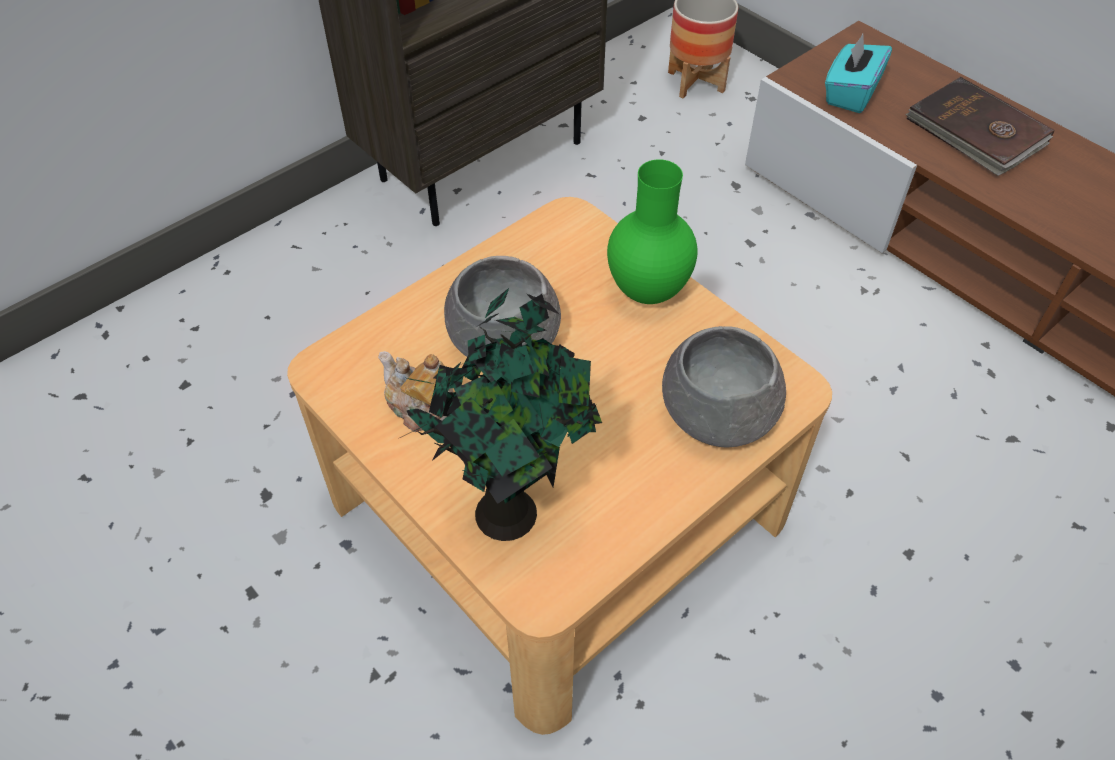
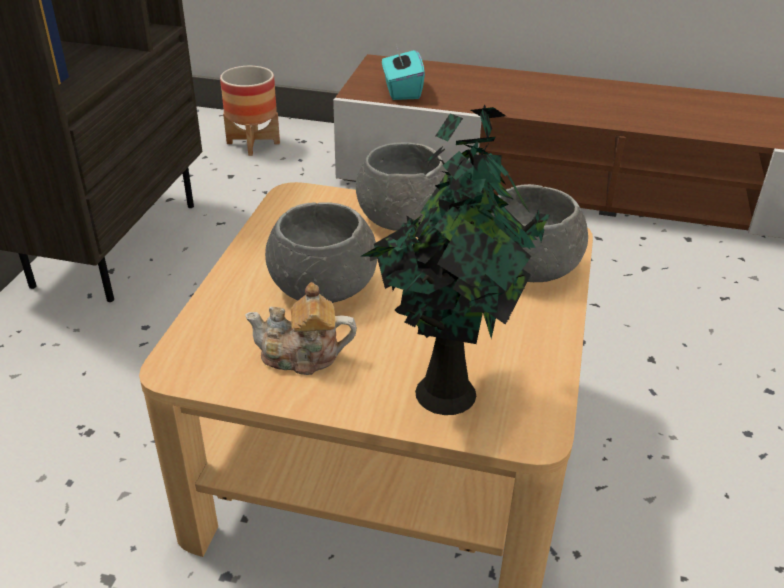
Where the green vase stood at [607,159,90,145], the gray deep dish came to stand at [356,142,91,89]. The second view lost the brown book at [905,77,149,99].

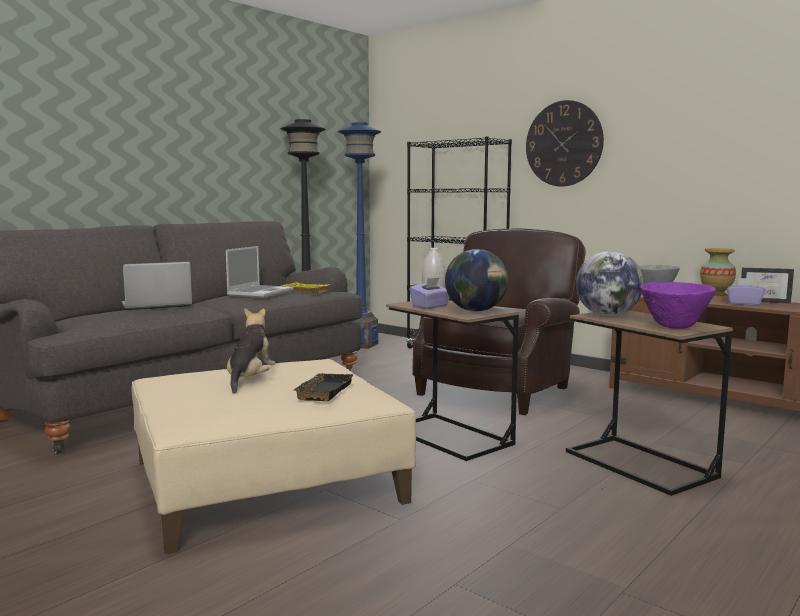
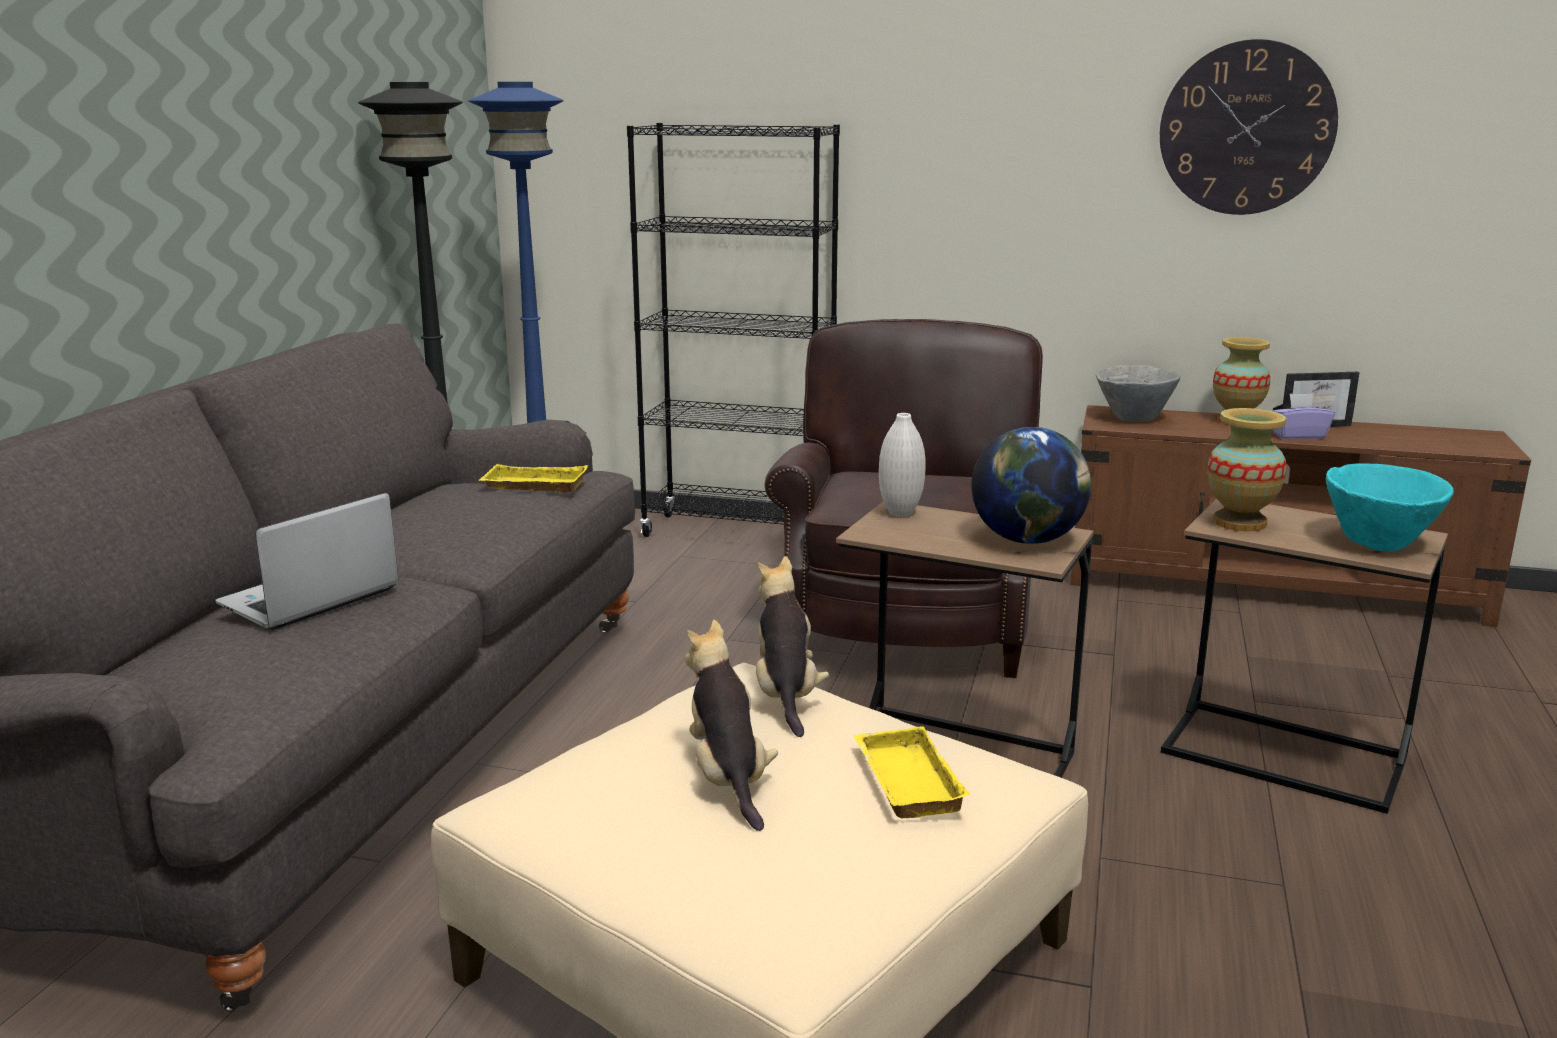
The second view gained the soft toy at [756,556,73,181]. What was the black-coloured carrying tray at [294,373,60,28] turned into the yellow-coloured carrying tray at [854,726,117,92]. The clock on the wall ended up elsewhere, having gone from [526,100,78,86] to [1160,39,178,176]. Where the globe stood at [576,251,68,65], the vase came to stand at [1207,408,80,124]. What was the purple deep dish at [640,282,76,47] turned into the blue-green deep dish at [1326,463,128,88]. The second view lost the portable computer at [226,246,67,52]. The second view lost the purple tissue holder at [409,277,40,32].

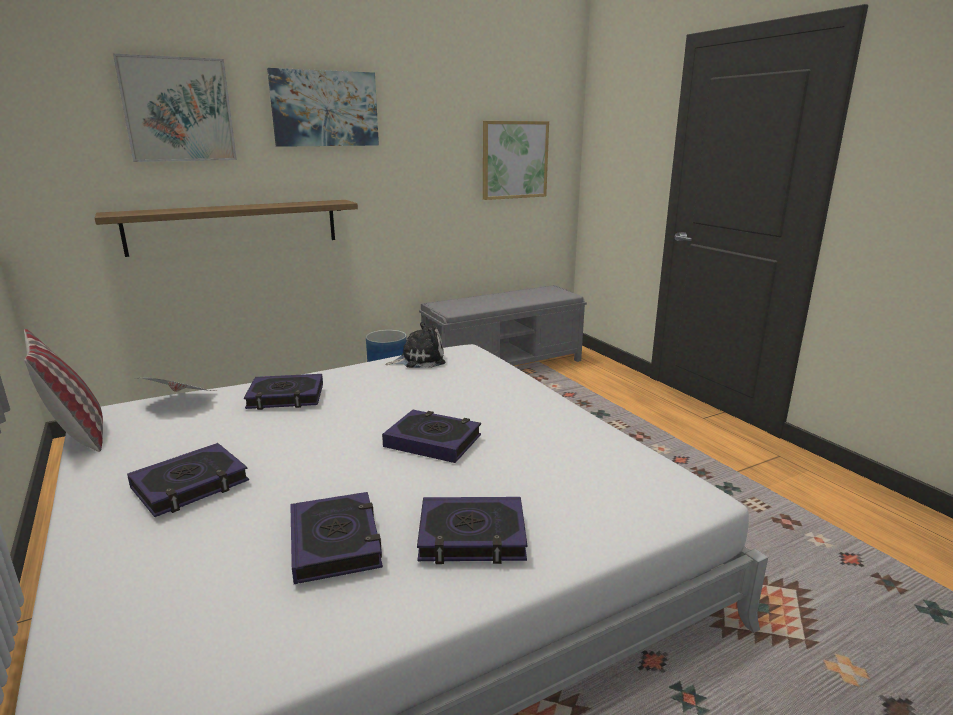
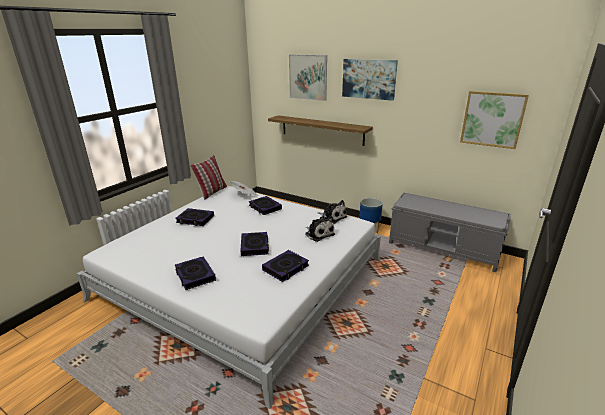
The book ended up elsewhere, having gone from [290,492,93,92] to [262,250,47,32]. The second view gained the soft toy at [305,216,30,26].

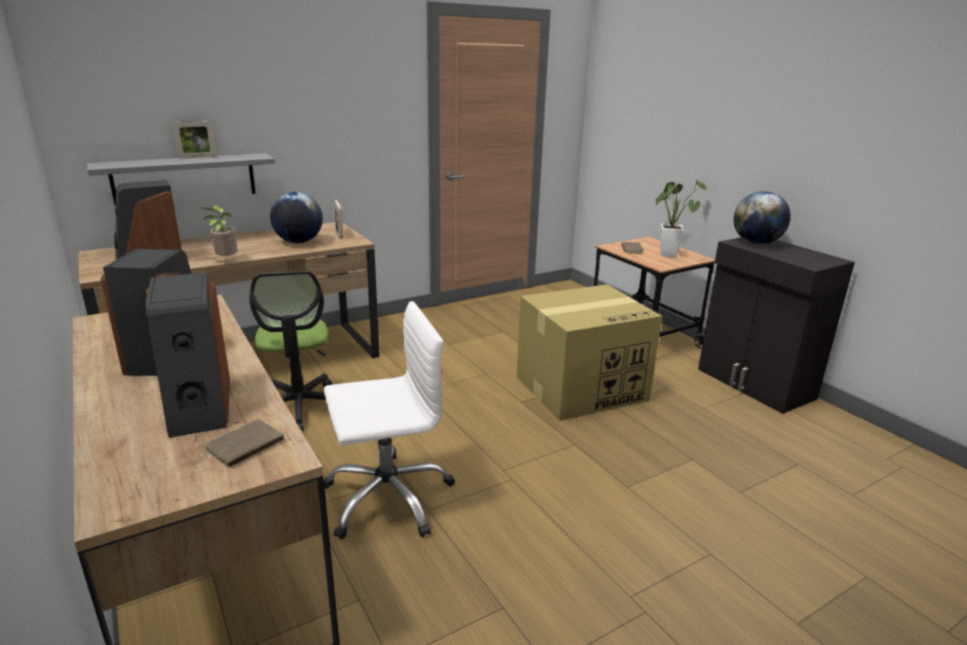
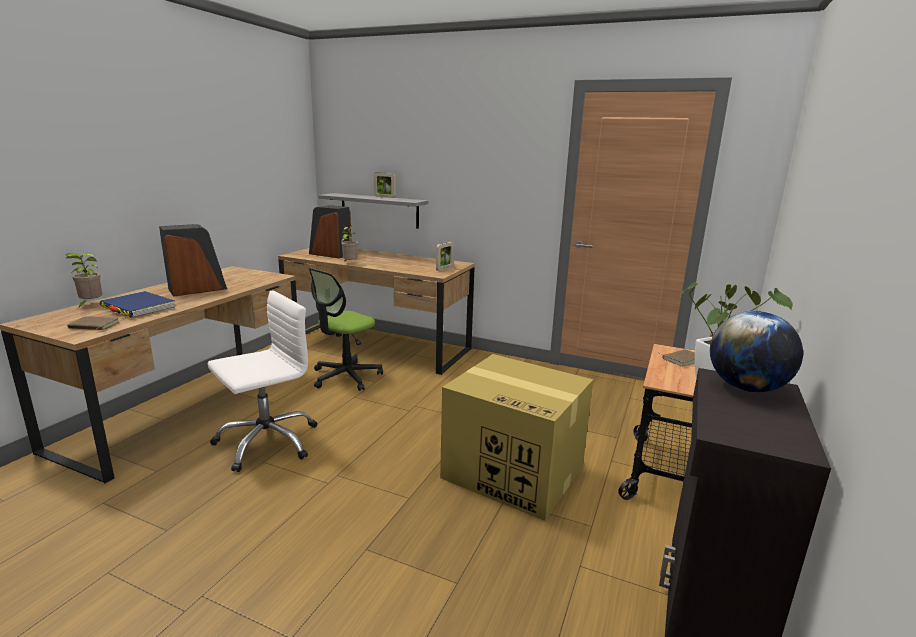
The second view gained the plant in a pot at [65,253,37,54]. Where the loudspeaker stood at [146,272,84,166], the blue book came to stand at [100,291,75,27]. The white office chair at [324,301,131,238] ended up facing another way, 75 degrees counterclockwise from before. The second view lost the globe at [270,192,53,51].

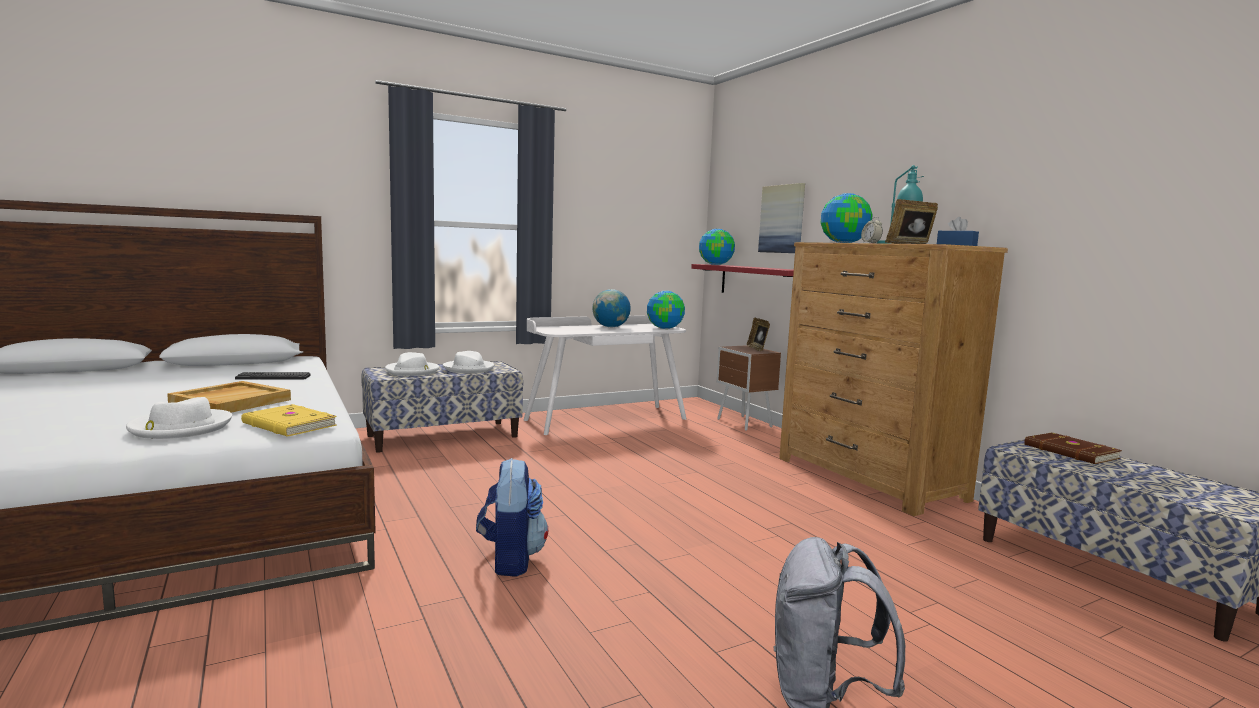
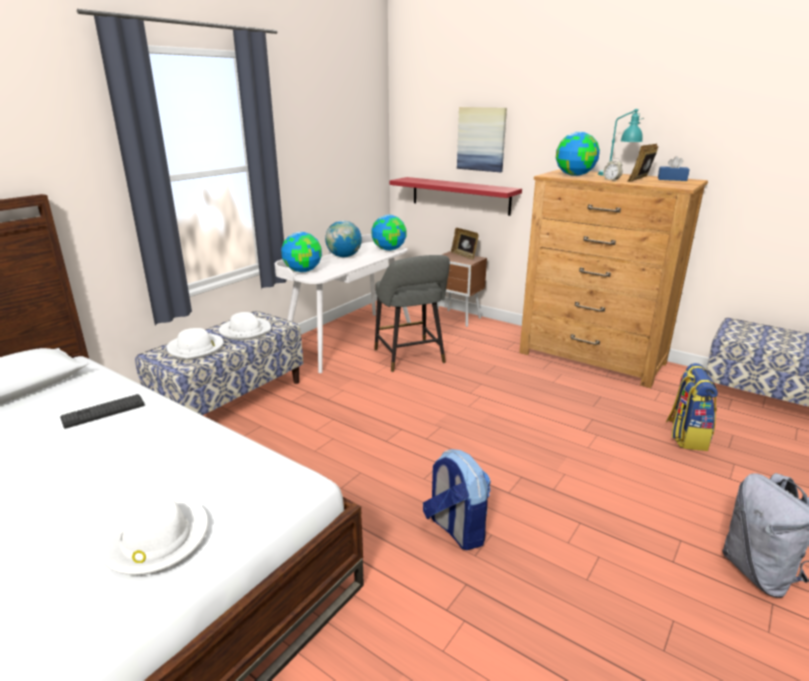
The globe ended up elsewhere, having gone from [699,229,36,36] to [281,232,41,40]. The second view gained the gray stool at [374,255,76,117]. The second view gained the knapsack at [666,363,52,88]. The second view lost the sand-coloured carrying tray at [167,381,124,32]. The second view lost the yellow-coloured book at [241,404,96,33]. The second view lost the brown book at [1024,433,98,31].

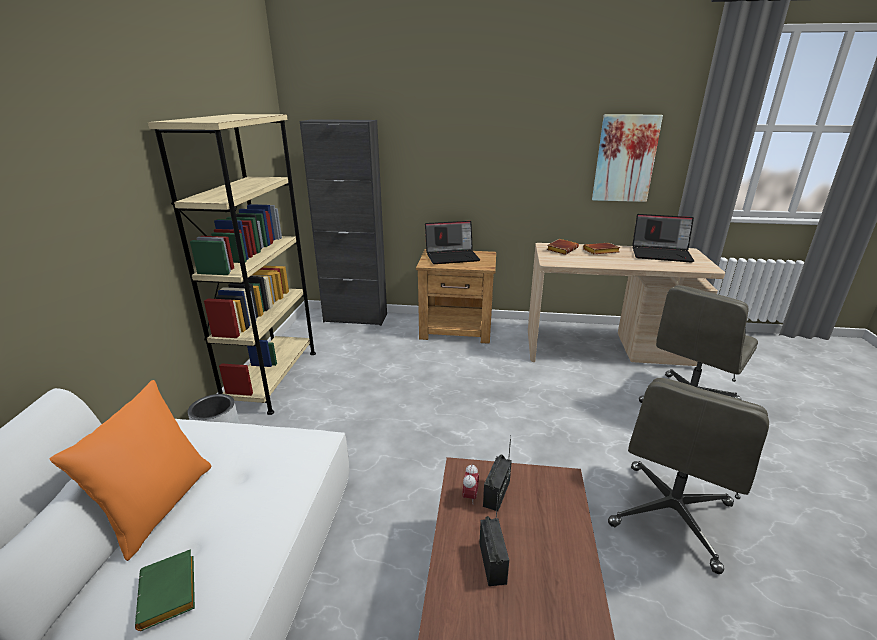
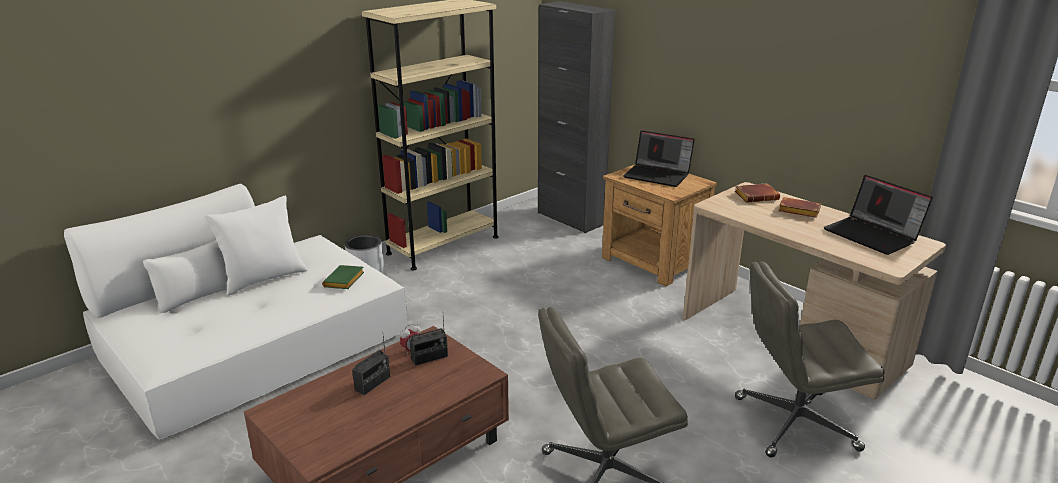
What was the orange pillow at [50,380,161,181] turned into the white pillow at [205,196,102,100]. The green book ended up elsewhere, having gone from [135,549,60,82] to [322,265,42,24]. The second view lost the wall picture at [592,114,71,88].

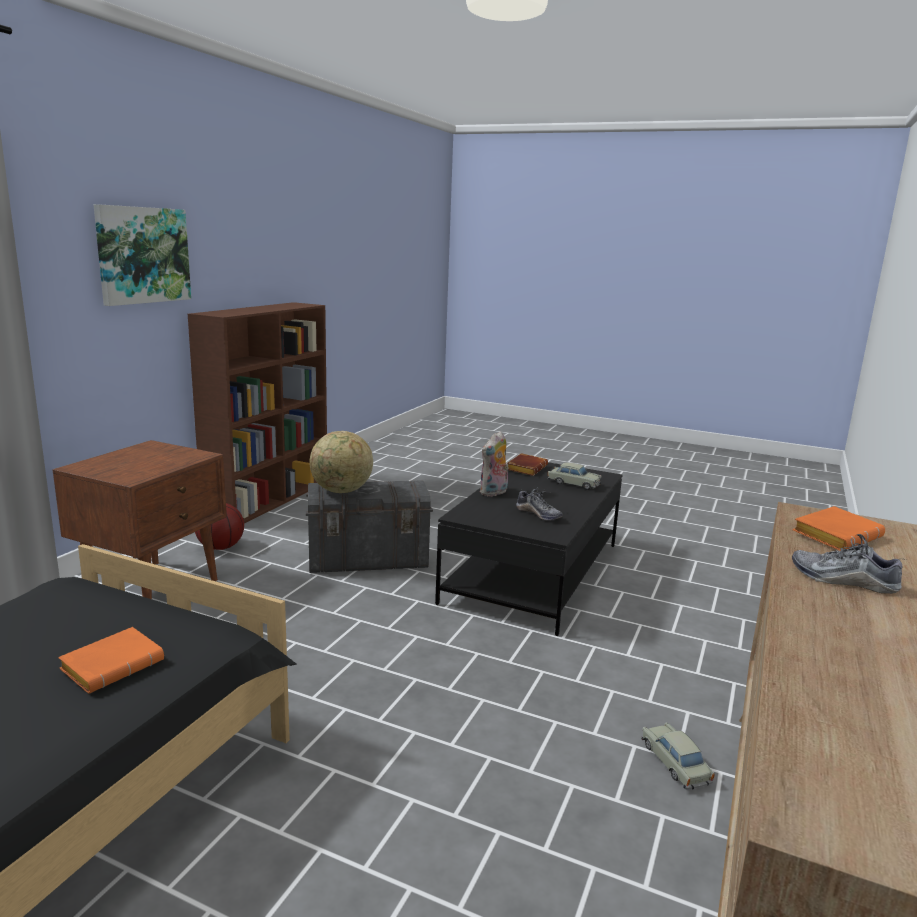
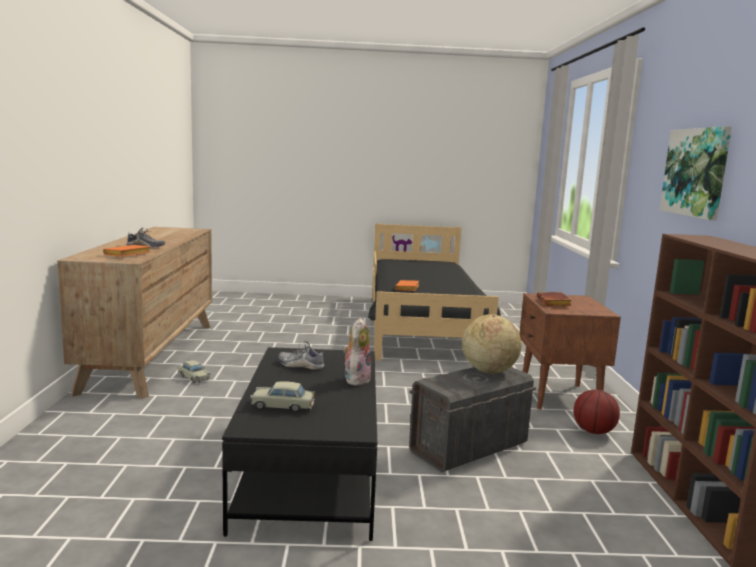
The brown book ended up elsewhere, having gone from [507,453,41,23] to [537,292,35,14].

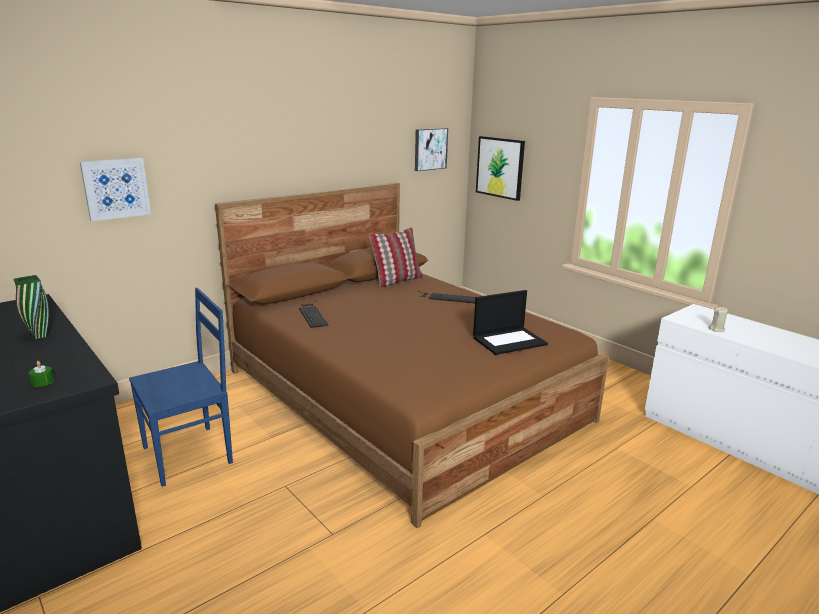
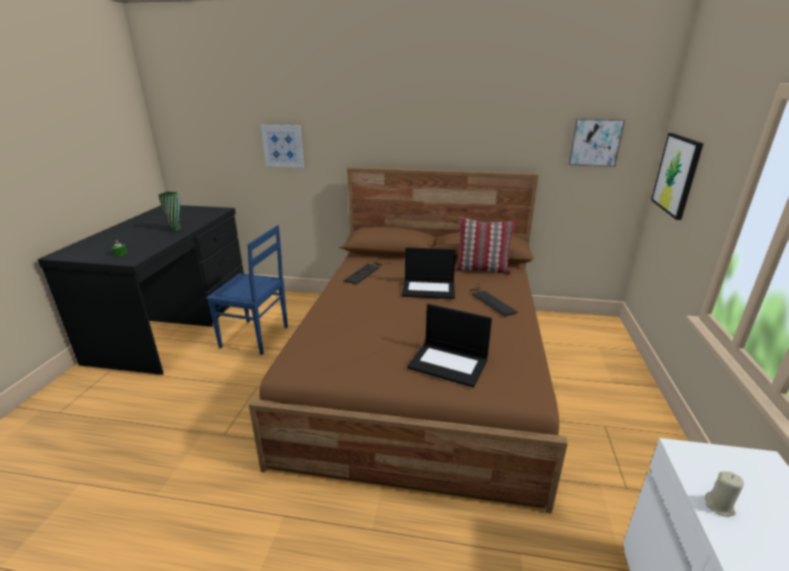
The second view gained the portable computer at [402,247,54,52].

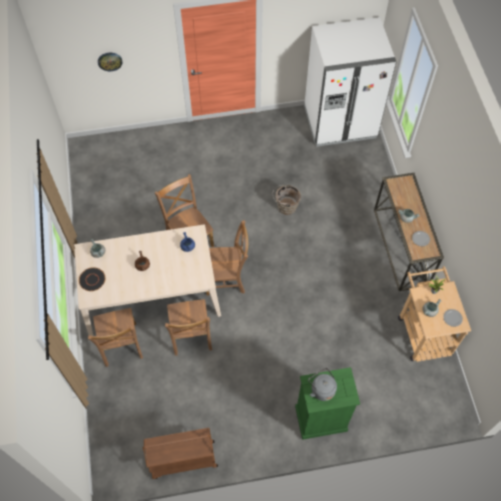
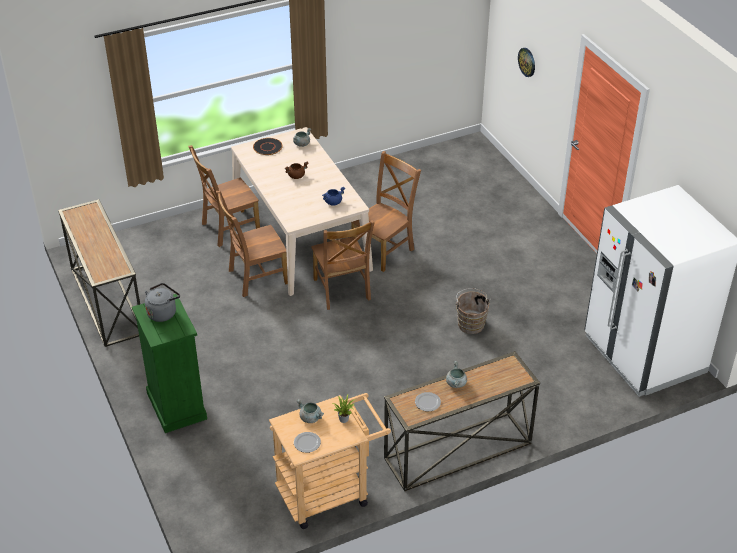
Where the brown trolley stood at [143,428,75,51], the hall table came to stand at [58,199,82,148].

